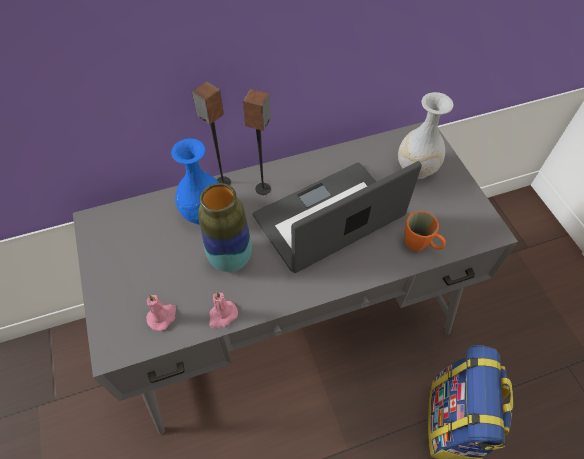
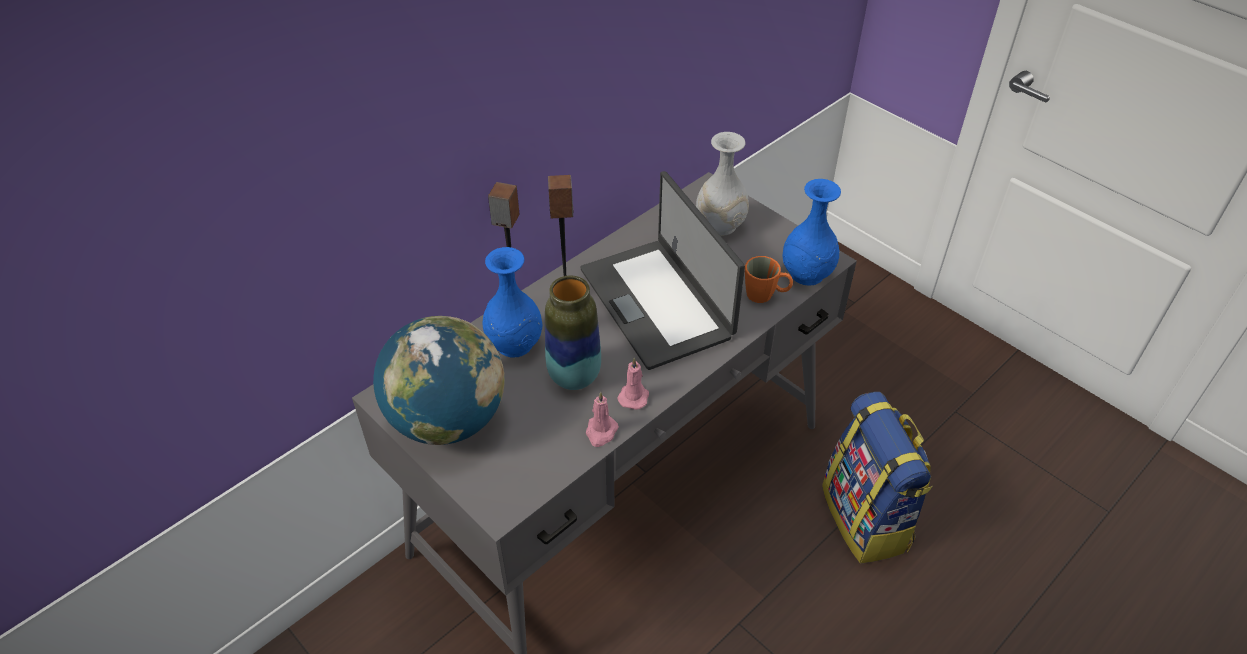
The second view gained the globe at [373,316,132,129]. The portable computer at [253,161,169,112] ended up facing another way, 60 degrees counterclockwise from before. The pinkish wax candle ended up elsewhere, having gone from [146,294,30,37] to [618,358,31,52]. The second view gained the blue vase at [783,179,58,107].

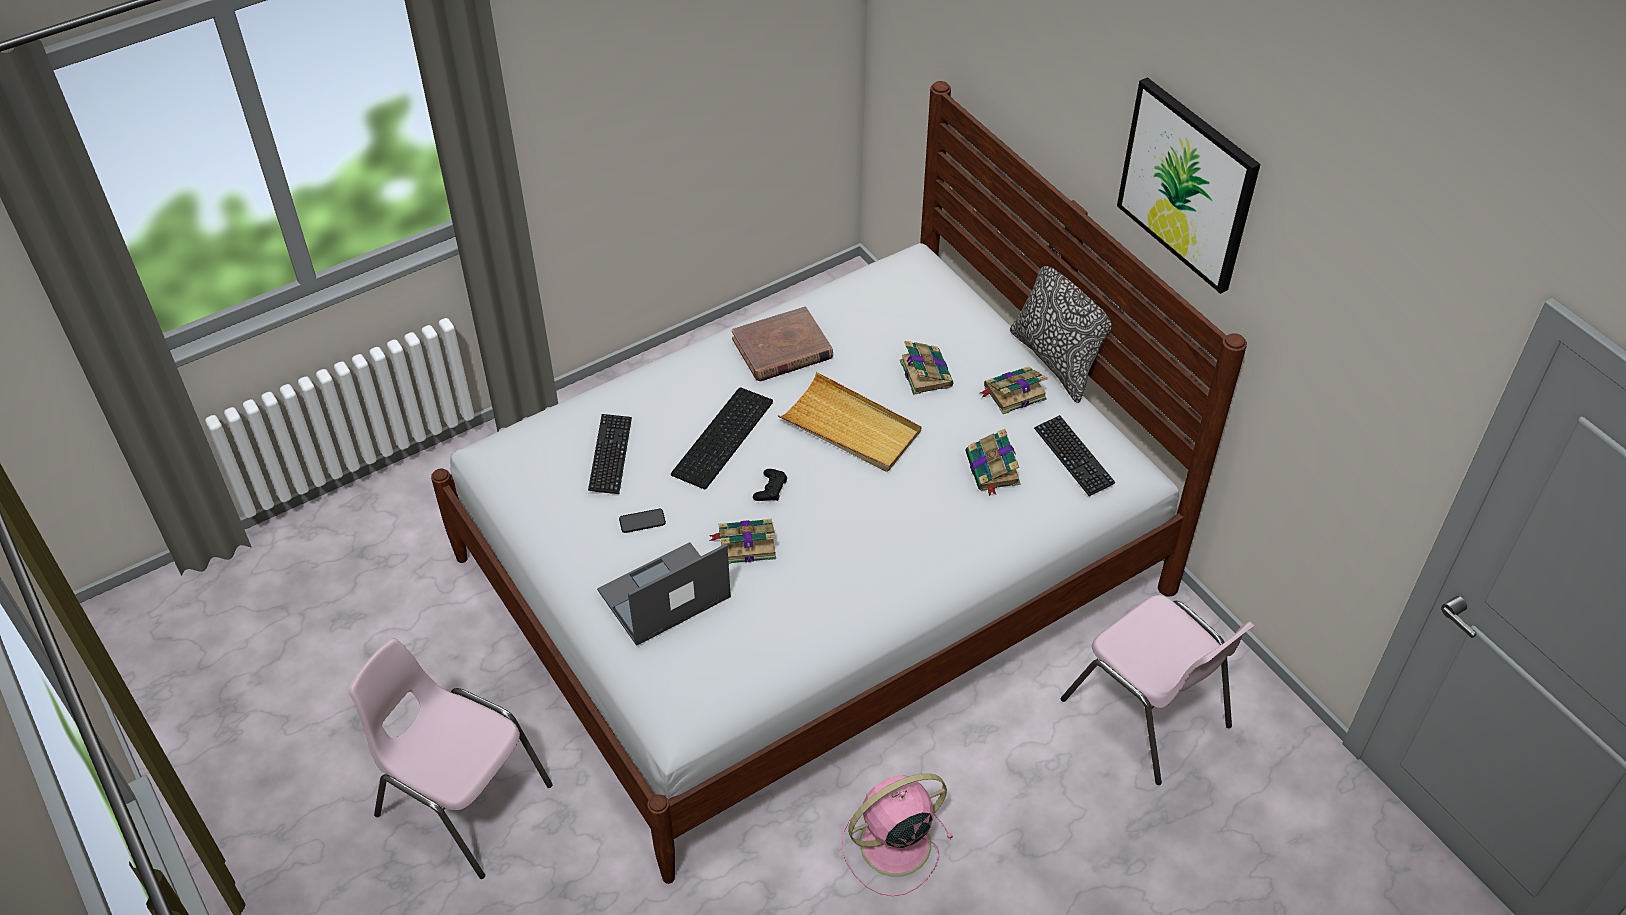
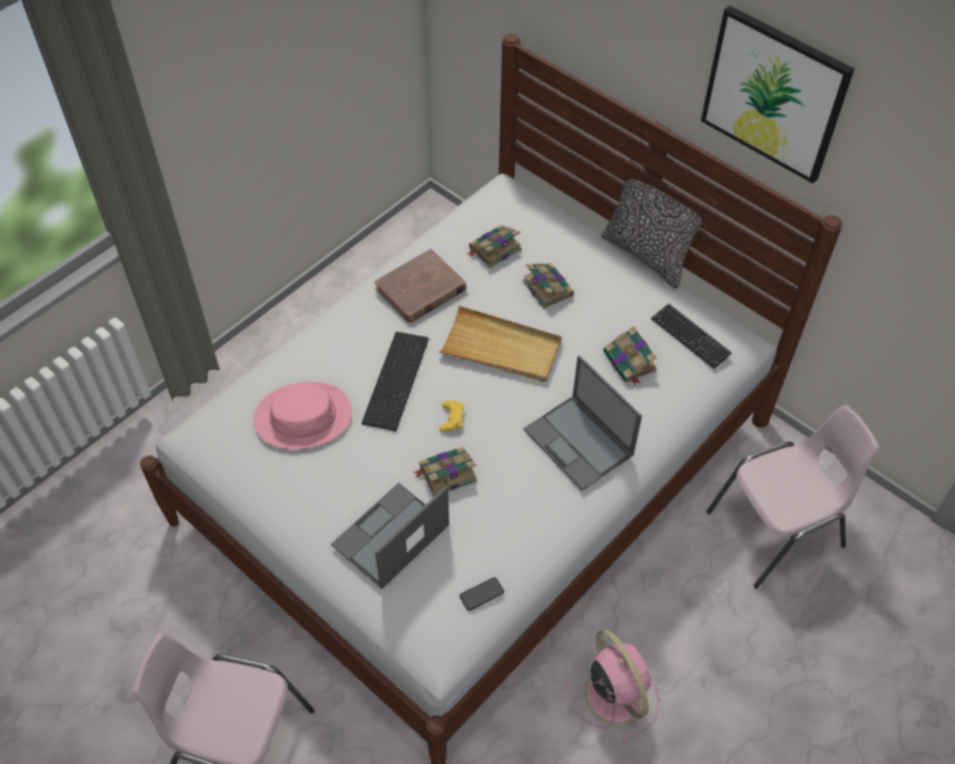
Where the computer keyboard stood at [588,414,44,80], the pinkish wearable hat came to stand at [254,382,98,67]. What was the black-coloured game controller at [753,469,34,32] turned into the yellow-coloured game controller at [439,401,25,31]. The telephone ended up elsewhere, having gone from [619,509,47,24] to [460,577,44,34]. The book ended up elsewhere, having gone from [980,366,68,48] to [468,225,54,43]. The second view gained the portable computer at [523,355,119,136]. The pinkish fan at [842,773,112,123] ended up facing another way, 105 degrees clockwise from before. The pinkish chair at [1061,595,194,190] ended up facing another way, 60 degrees counterclockwise from before.

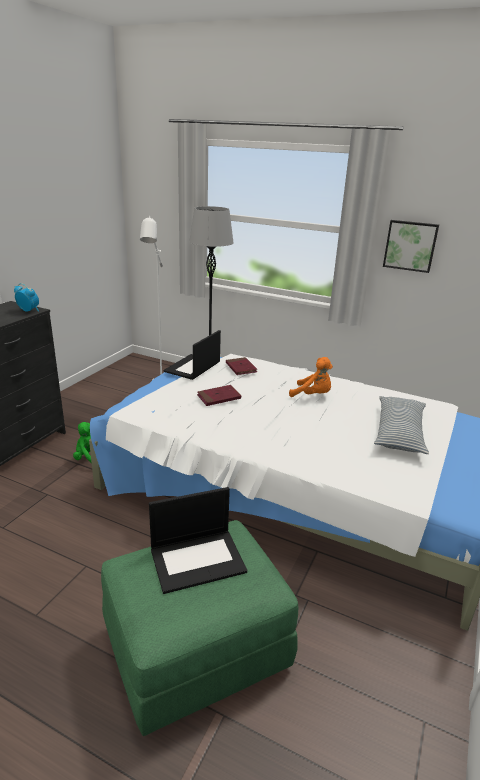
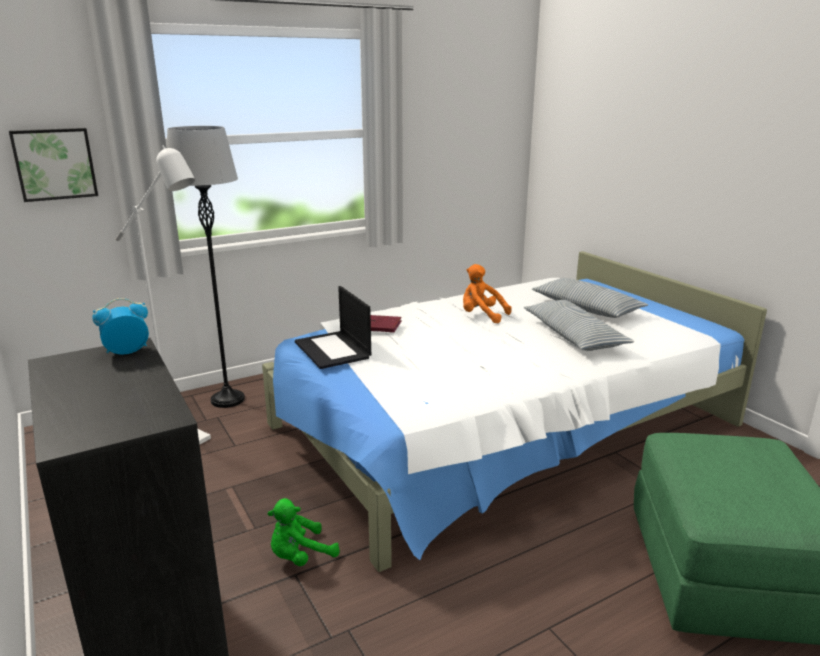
The wall picture ended up elsewhere, having gone from [383,220,56,53] to [9,128,89,74]. The orange soft toy at [289,357,44,40] ended up facing another way, 120 degrees counterclockwise from before. The second view gained the pillow at [524,300,110,51]. The second view lost the portable computer at [149,487,98,107]. The second view lost the red book at [197,385,44,21].

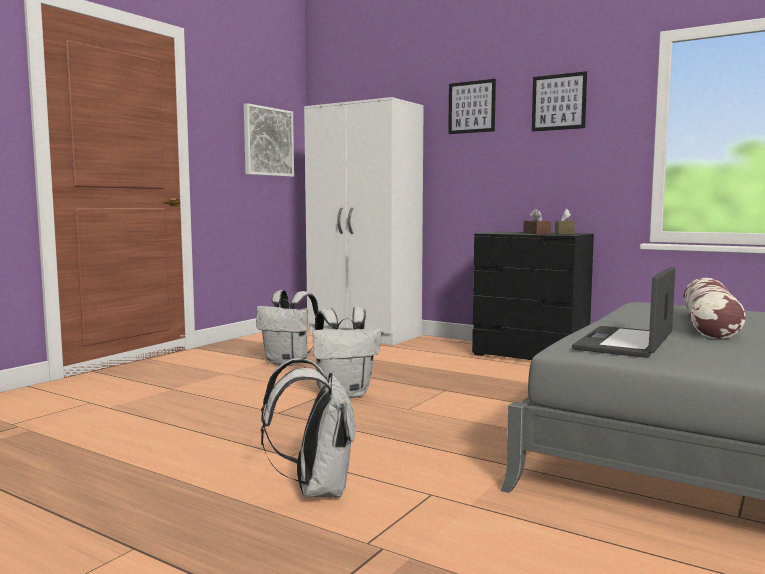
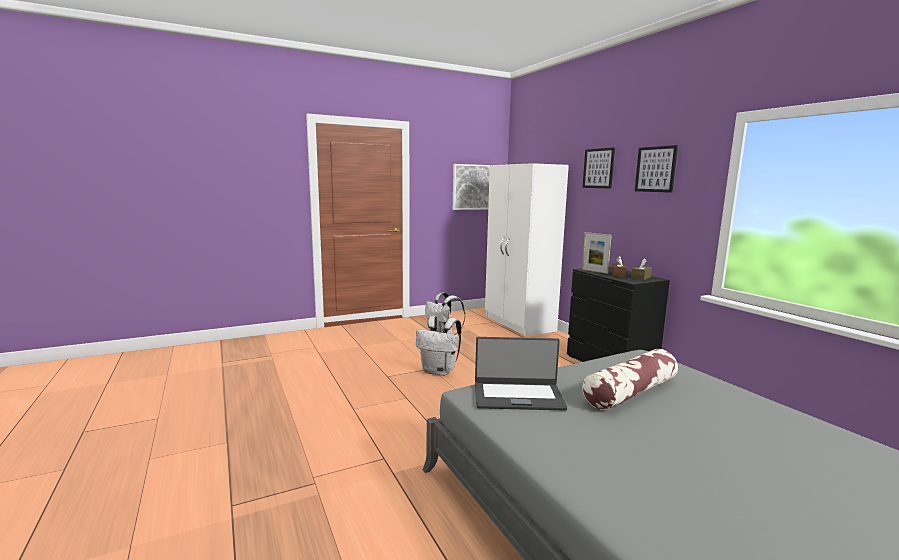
The portable computer at [572,266,103,92] ended up facing another way, 150 degrees counterclockwise from before. The second view gained the photo frame at [582,232,30,42]. The second view lost the white knapsack at [261,358,95,140].

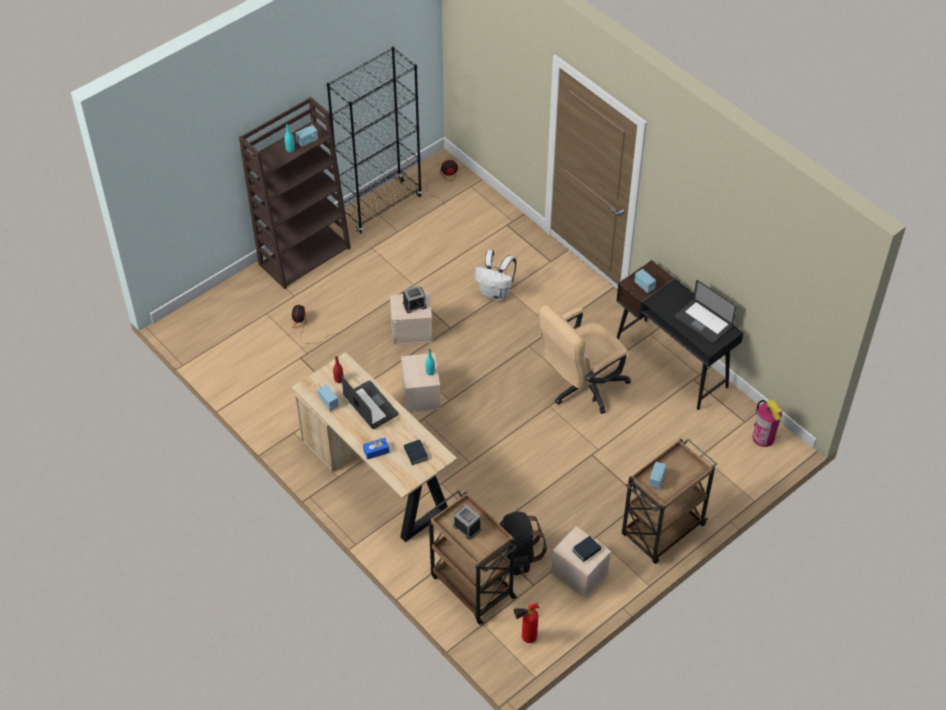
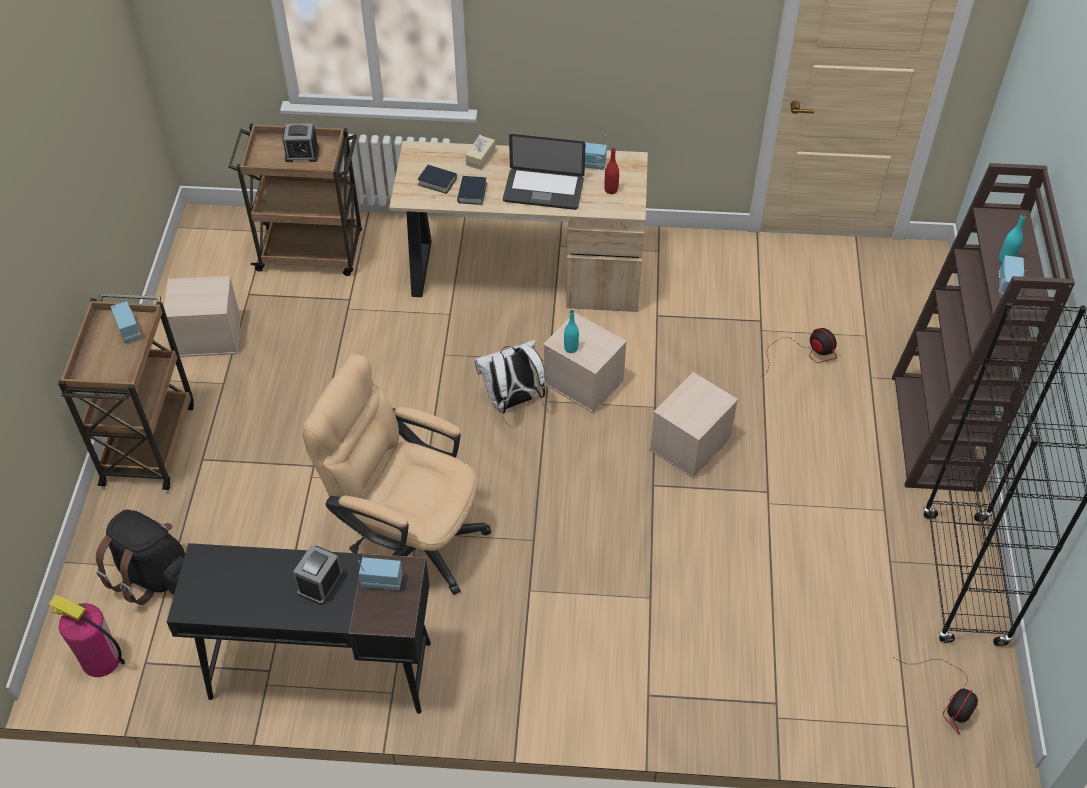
The black-coloured knapsack ended up elsewhere, having gone from [500,512,47,63] to [96,510,89,95]. The table clock ended up elsewhere, having gone from [403,286,24,27] to [293,545,50,60]. The sand-coloured office chair at [538,305,93,109] ended up facing another way, 75 degrees counterclockwise from before. The book ended up elsewhere, having gone from [572,536,29,26] to [457,176,30,29]. What was the blue tissue holder at [363,438,27,21] turned into the sand-coloured tissue holder at [466,135,29,35]. The white knapsack ended up elsewhere, having gone from [474,250,43,51] to [475,340,70,73]. The second view lost the extinguisher at [514,603,25,40]. The second view lost the portable computer at [675,280,61,63].

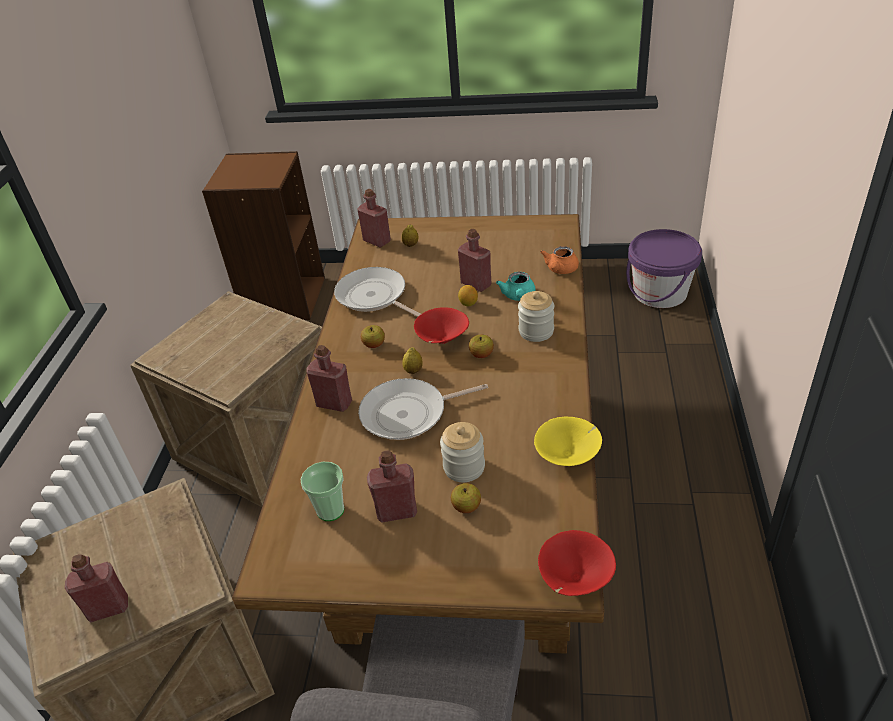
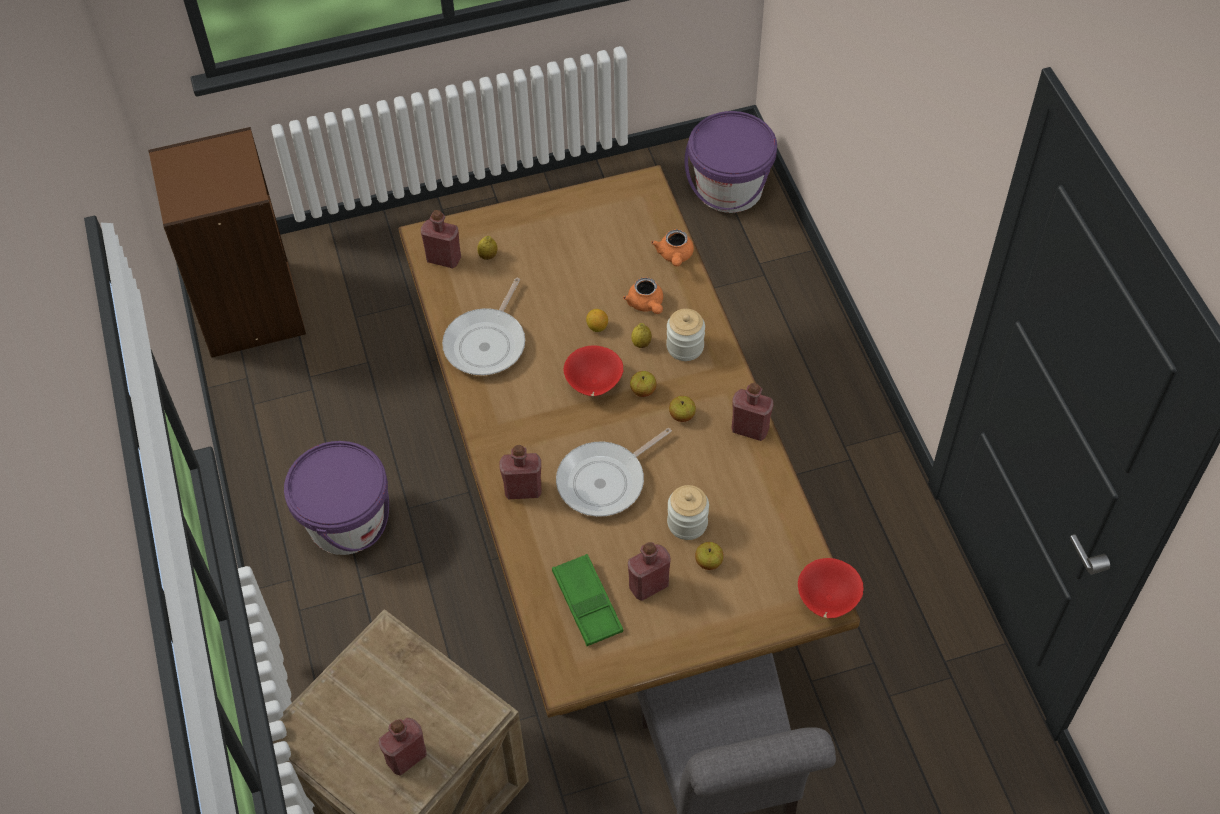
Where the crate stood at [130,292,192,215], the purple water bucket came to stand at [284,441,105,114]. The skillet at [334,267,87,50] ended up facing another way, 90 degrees counterclockwise from before. Where the cup stood at [300,462,44,59], the green carrying tray came to stand at [552,554,71,92]. What was the blue-green pot for tea at [496,272,40,29] turned into the orange pot for tea at [623,277,40,37]. The whole lemon ended up elsewhere, having gone from [402,347,21,27] to [631,323,21,25]. The apple fruit ended up elsewhere, having gone from [361,325,24,23] to [669,396,27,26]. The red bottle ended up elsewhere, having gone from [458,229,33,63] to [731,383,43,58]. The second view lost the yellow-coloured deep dish at [534,416,68,50].

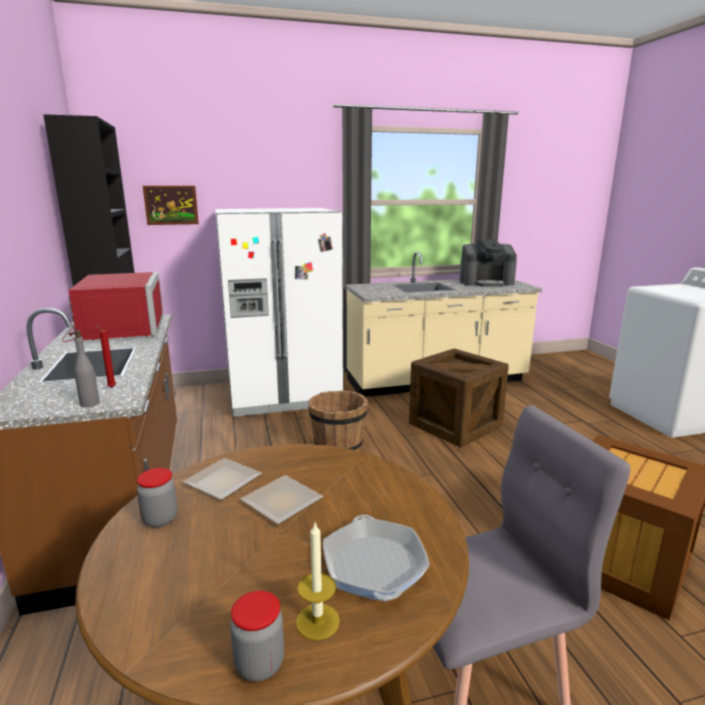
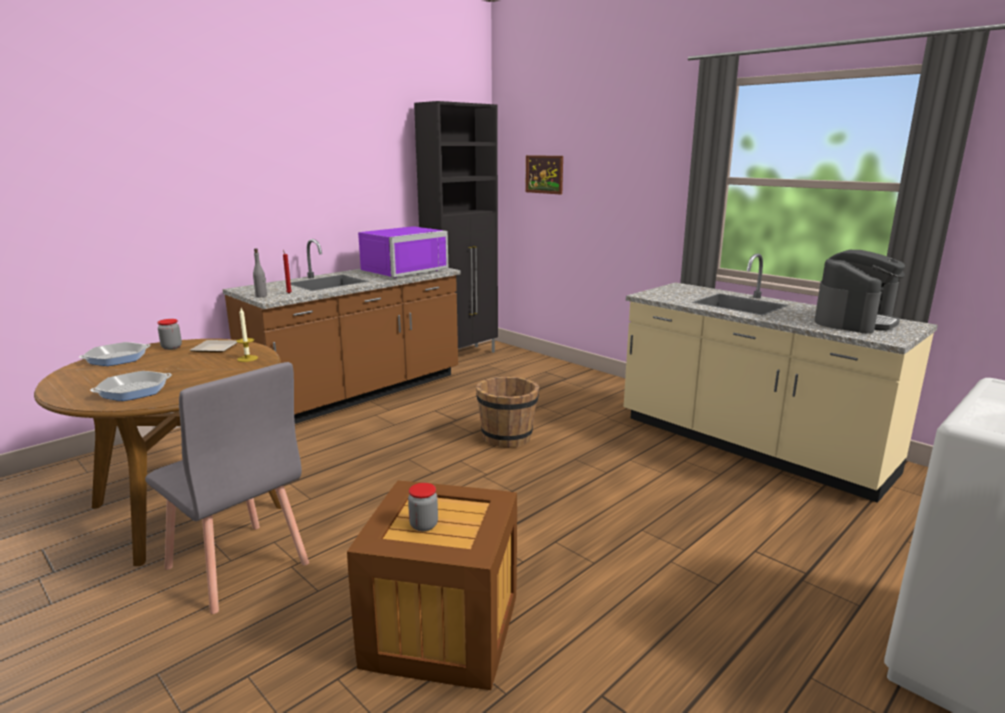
The second view gained the skillet at [79,342,72,24]. The wax candle ended up elsewhere, having gone from [296,523,44,117] to [236,308,22,54]. What was the red microwave oven at [61,272,102,70] turned into the purple microwave oven at [358,226,90,52]. The jar ended up elsewhere, having gone from [230,590,54,92] to [408,483,30,48]. The coffee maker at [460,240,57,47] ended up facing another way, 105 degrees counterclockwise from before. The second view lost the white kitchen fridge at [215,208,129,209]. The second view lost the flat dish at [240,475,84,50]. The second view lost the crate at [409,348,100,99].

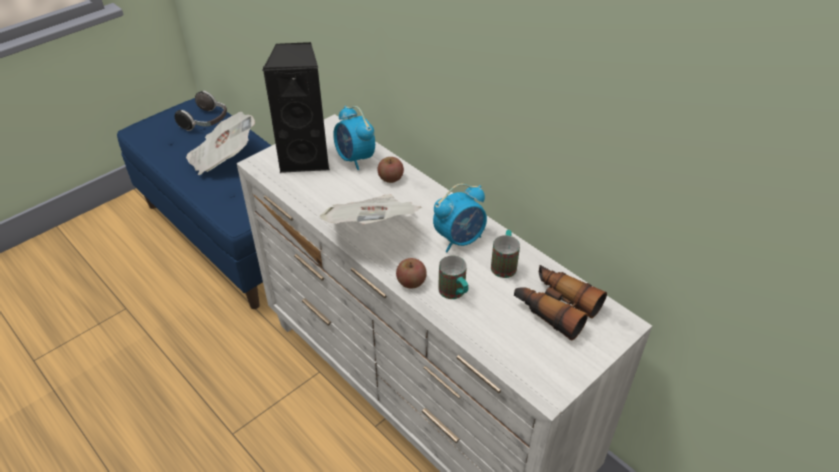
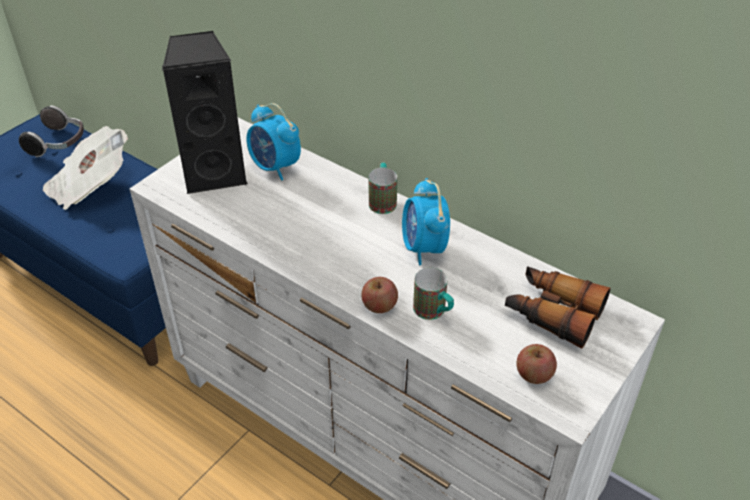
The mug ended up elsewhere, having gone from [491,230,29,48] to [369,163,28,51]. The table clock at [433,184,54,68] ended up facing another way, 120 degrees clockwise from before. The apple fruit ended up elsewhere, having gone from [378,157,26,26] to [516,344,41,40]. The second view lost the newspaper at [320,195,102,29].

